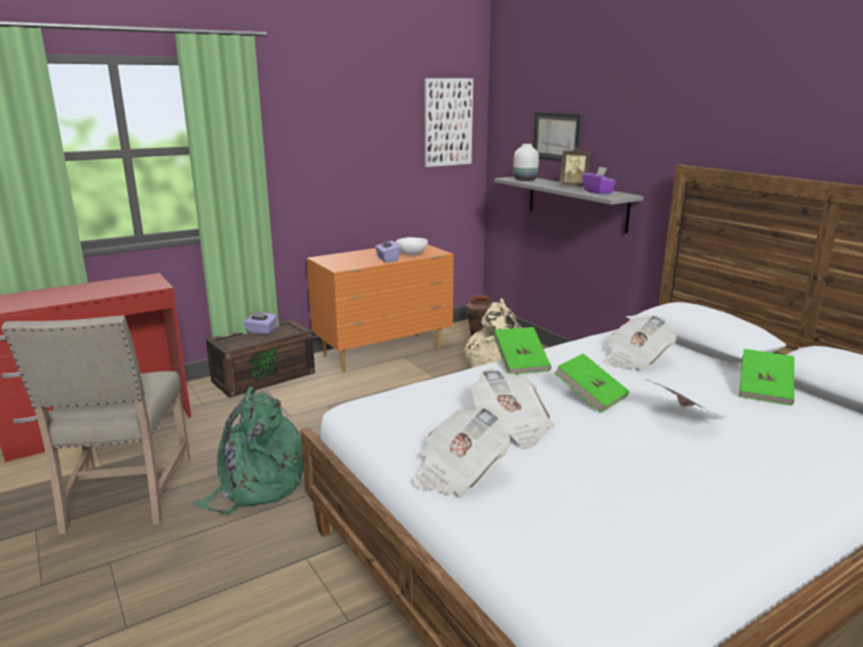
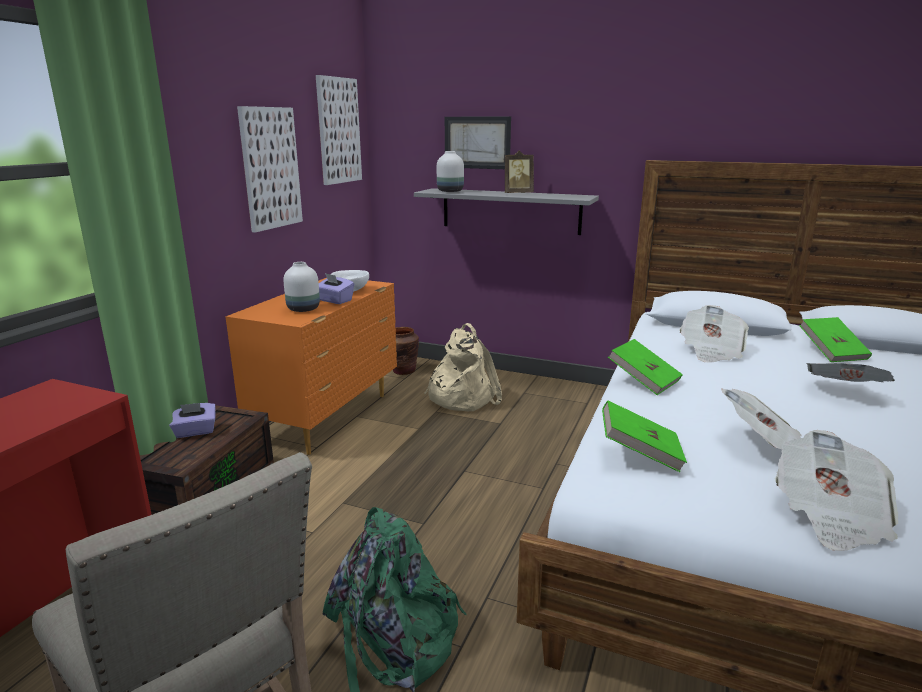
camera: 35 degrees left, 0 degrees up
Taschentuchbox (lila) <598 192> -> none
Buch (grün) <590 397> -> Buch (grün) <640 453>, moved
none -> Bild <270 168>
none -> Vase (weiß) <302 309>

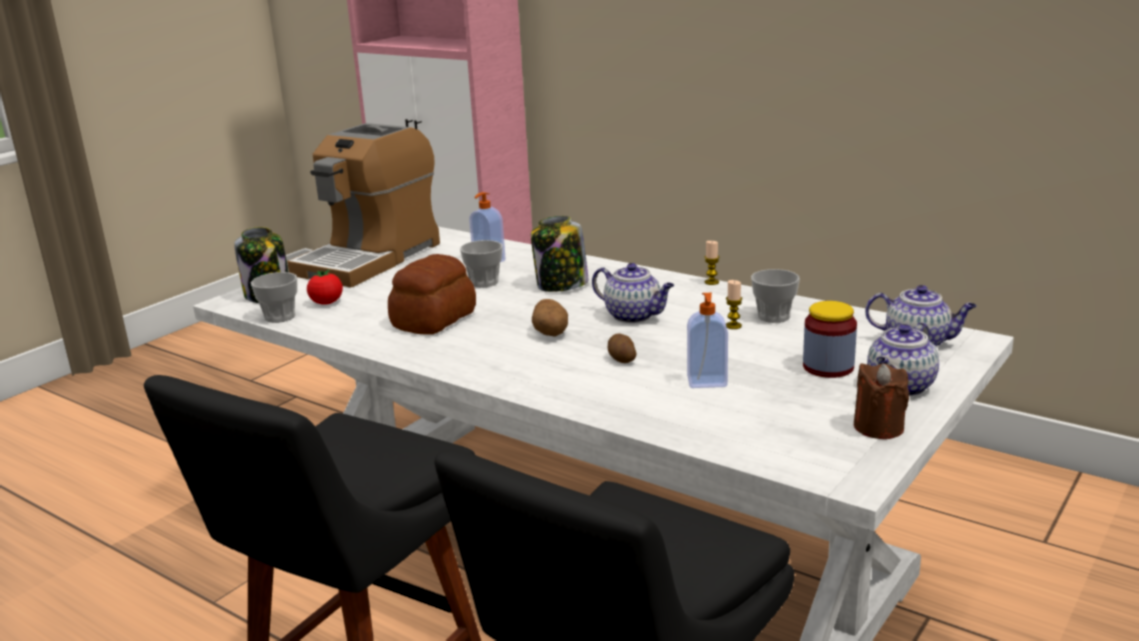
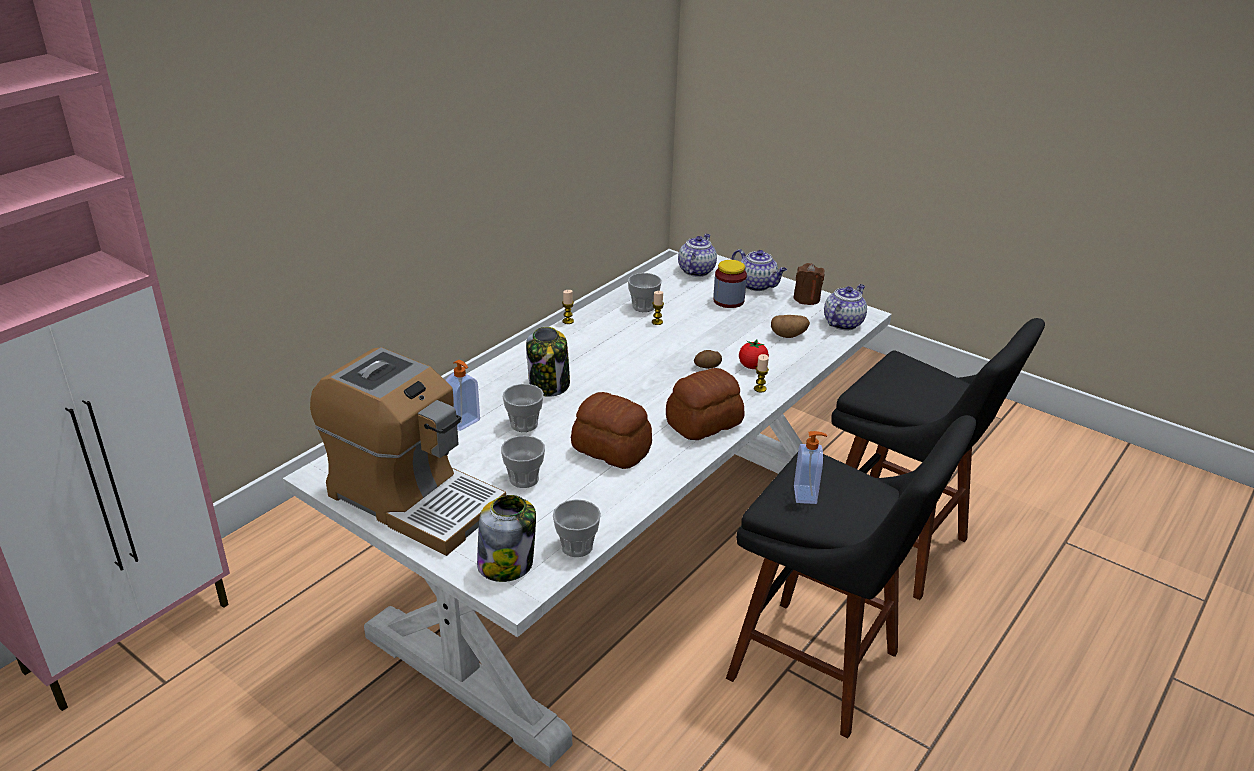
camera: 90 degrees left, 10 degrees up
Teekanne <634 316> -> Teekanne <843 323>, moved
Tomate <326 303> -> Tomate <752 366>, moved
Seifenspender <707 382> -> Seifenspender <806 494>, moved
Kartoffel <551 333> -> Kartoffel <788 335>, moved
none -> Kerze <760 389>
none -> Brot <702 423>
none -> Tasse <524 479>

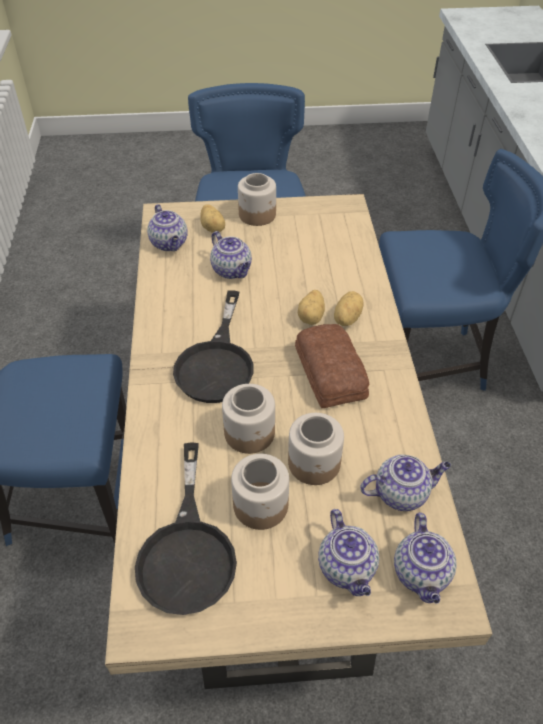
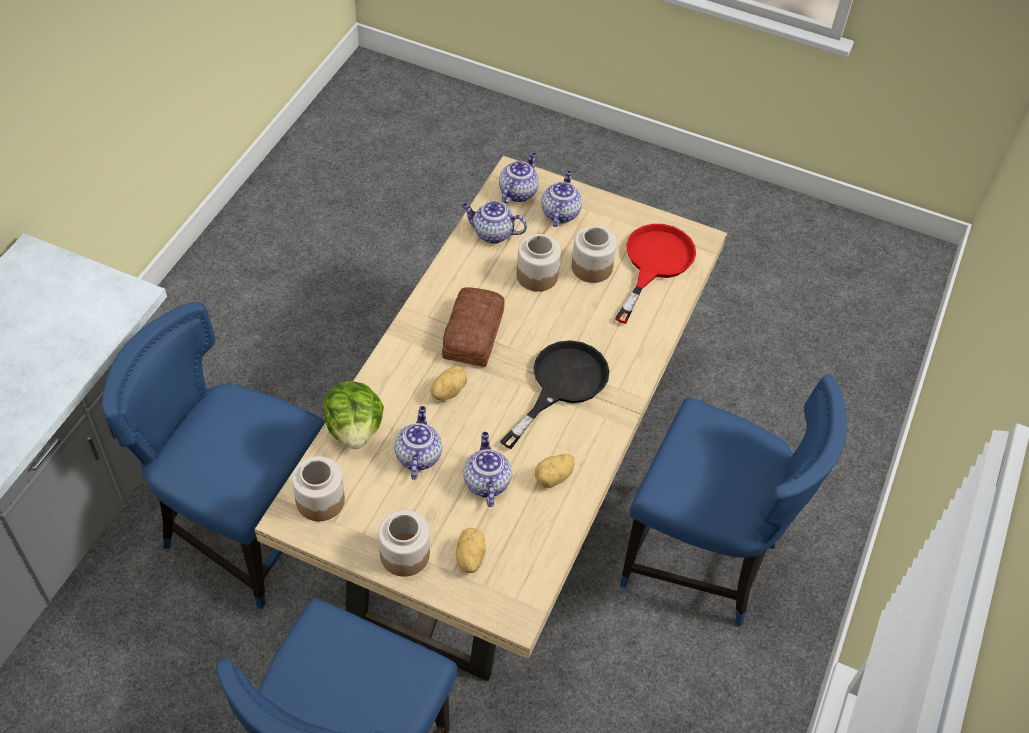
camera: 155 degrees left, 5 degrees up
Teekanne <170 244> -> Teekanne <418 455>, moved
Kartoffel <346 318> -> Kartoffel <554 478>, moved
Vorratsglas <250 433> -> Vorratsglas <320 500>, moved
Pfanne (schwarz) <188 550> -> Pfanne (rot) <654 263>
none -> Salatkopf <355 429>

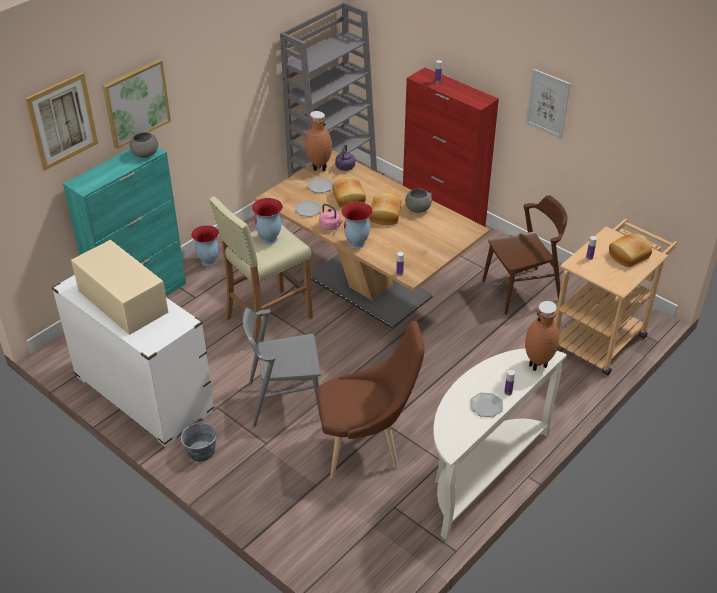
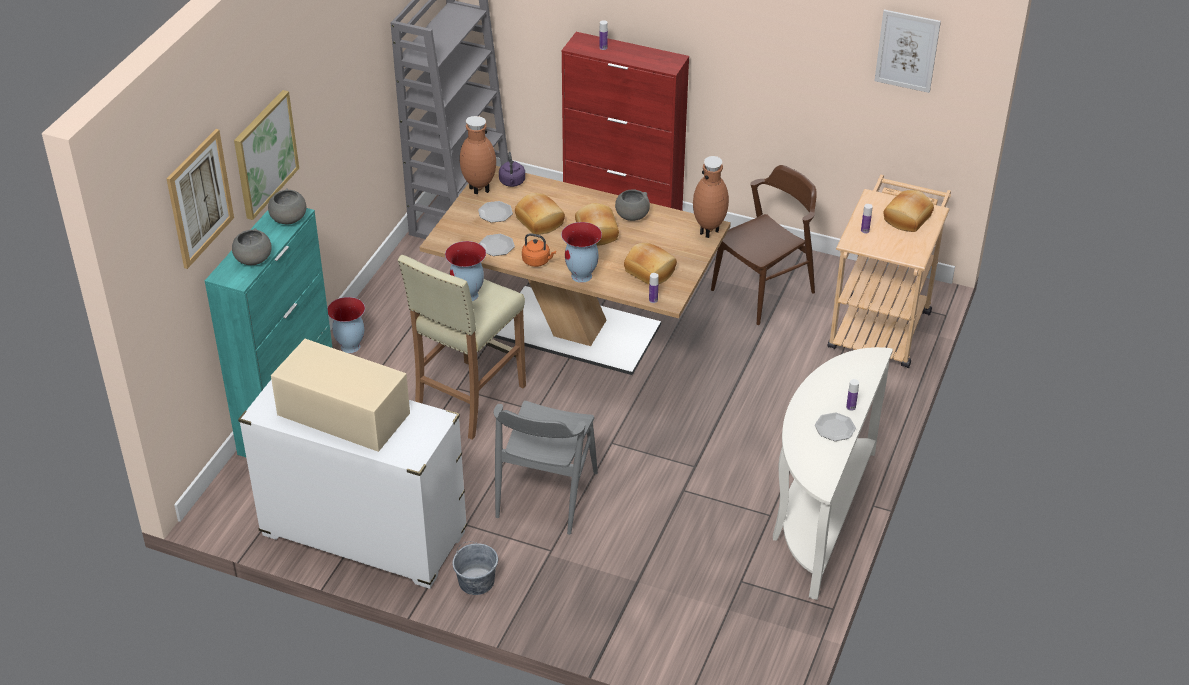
camera: 20 degrees left, 0 degrees up
Bild <547 103> -> Bild <907 50>, moved
Wasserkessel (rosa) <331 226> -> Wasserkessel (orange) <537 261>
Vase (braun) <538 365> -> Vase (braun) <709 231>, moved
Stuhl (grau) <285 400> -> Stuhl (grau) <546 494>, 45 degrees counterclockwise
Stuhl (braun) <366 447> -> none
none -> Schüssel (grau) <253 260>
none -> Brot <650 271>

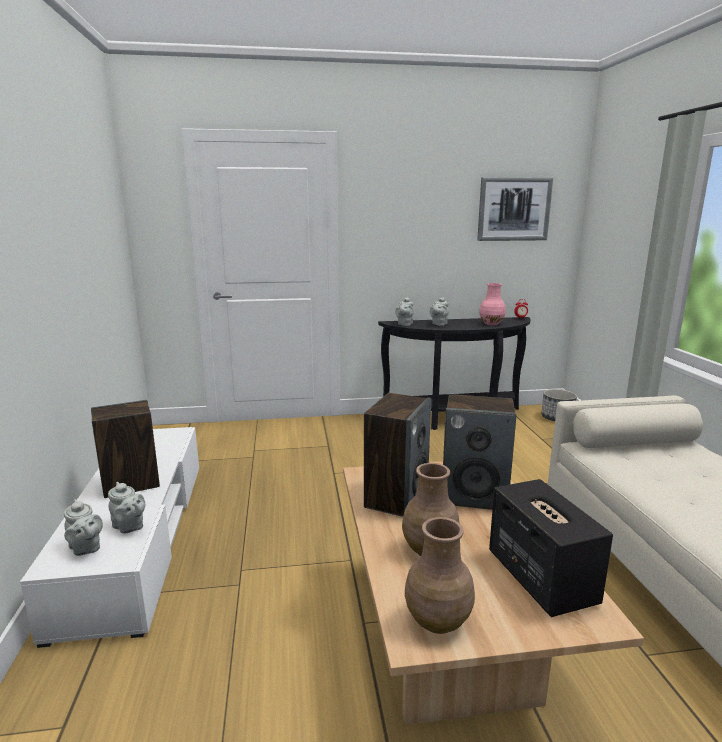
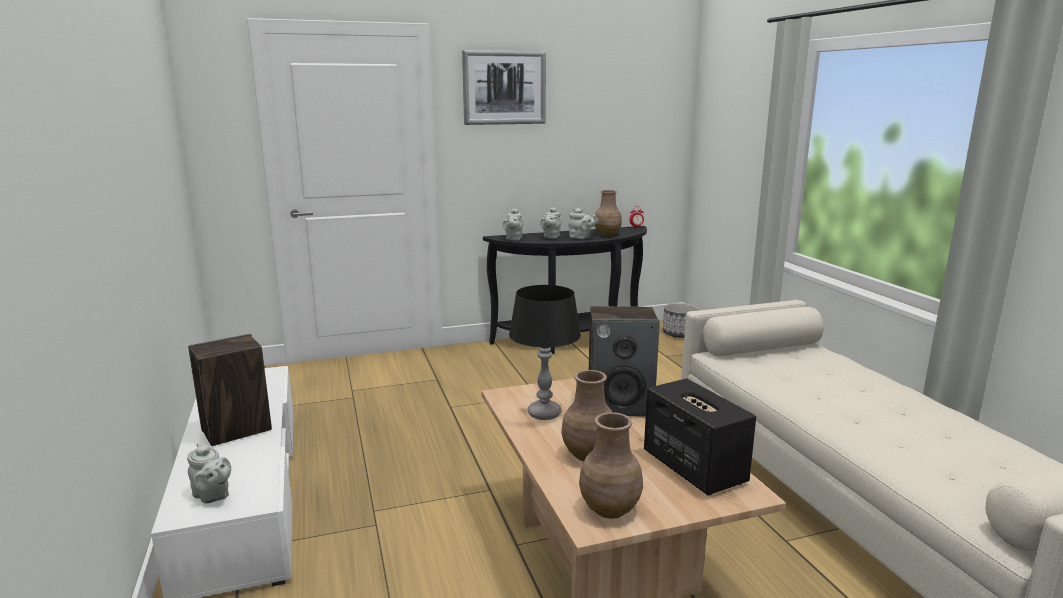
camera: 10 degrees left, 0 degrees up
Bild <514 209> -> Bild <504 88>, moved
Vase (rosa) <492 324> -> Vase (braun) <607 235>
Lautsprecher <396 497> -> Tischlampe (schwarz) <544 413>
Teekanne (grau) <129 527> -> Teekanne (grau) <581 238>, moved

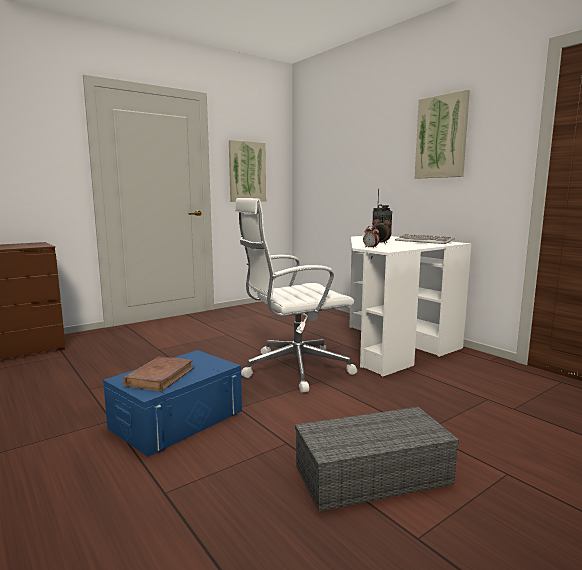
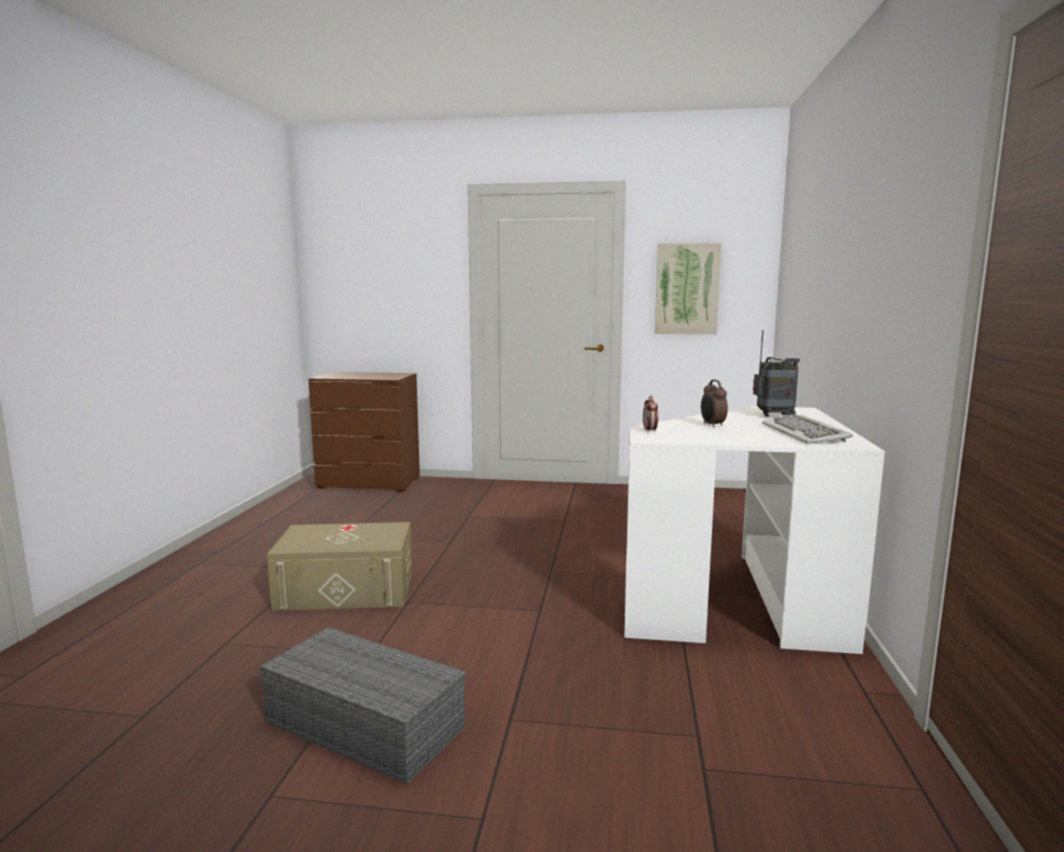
camera: 45 degrees right, 0 degrees up
Bild <441 137> -> none
Bürostuhl (weiß) <293 369> -> none
Aufbewahrungsbox (blau) <177 419> -> Aufbewahrungsbox (beige) <346 590>
Buch (braun) <160 377> -> none

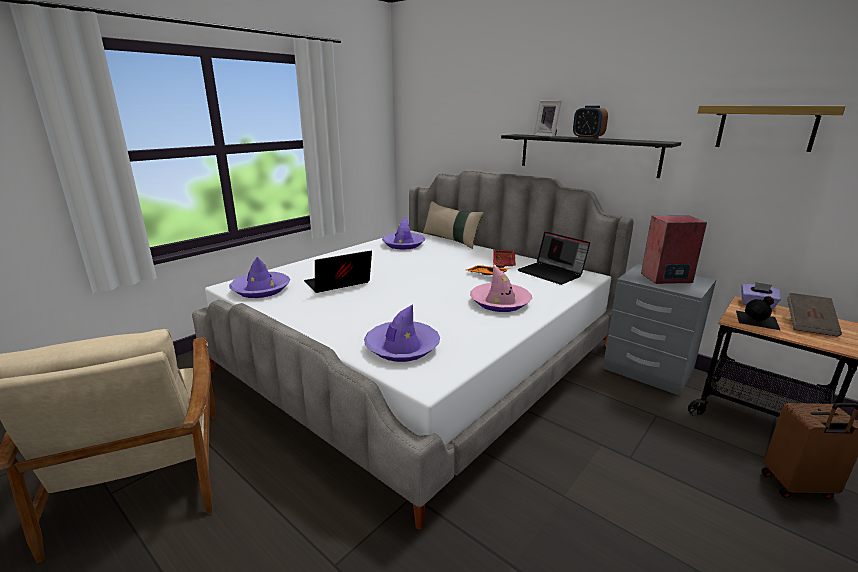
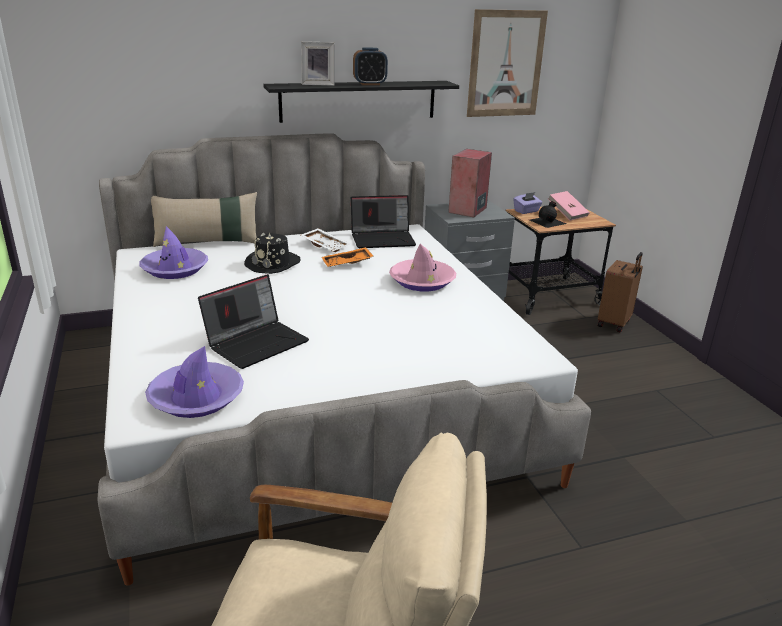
camera: 60 degrees left, 5 degrees up
Wandregal <766 127> -> Bild <505 64>
Tablett (rot) <504 262> -> Tablett (weiß) <326 245>
Laptop <337 284> -> Laptop <257 342>, 135 degrees counterclockwise
Buch (braun) <809 325> -> Buch (rosa) <567 214>
Hut (lila) <402 347> -> none
none -> Hut (schwarz) <273 263>

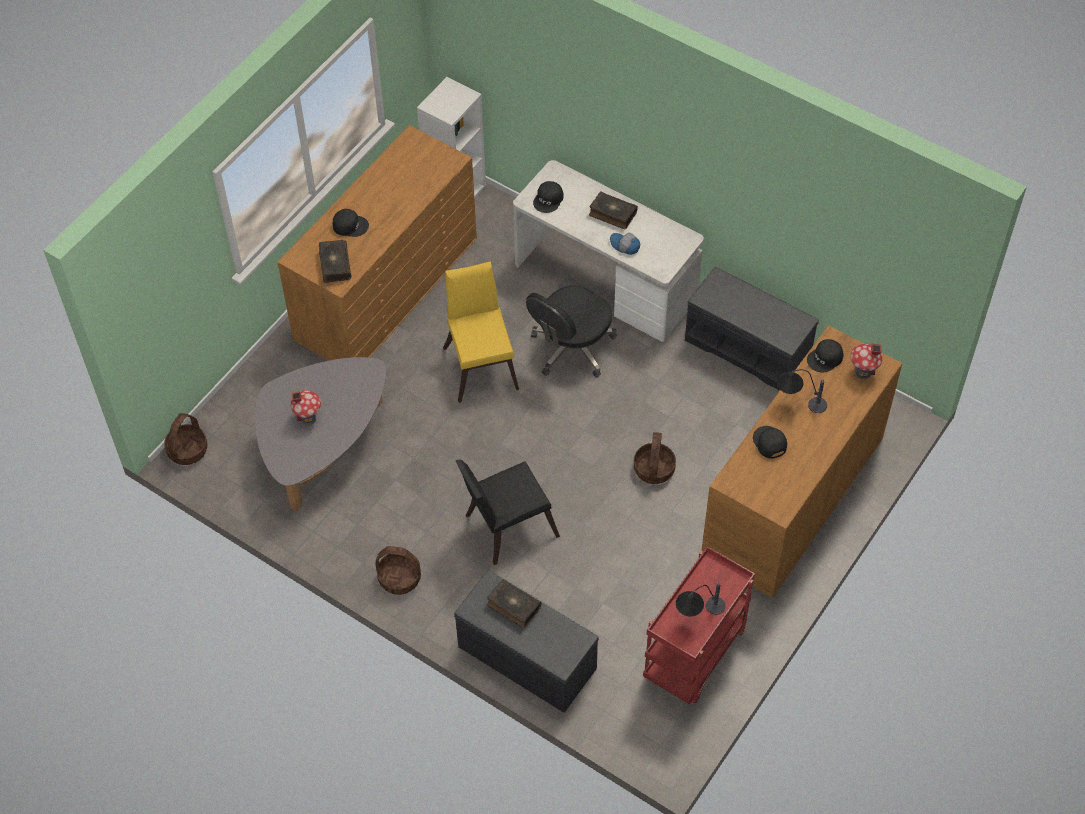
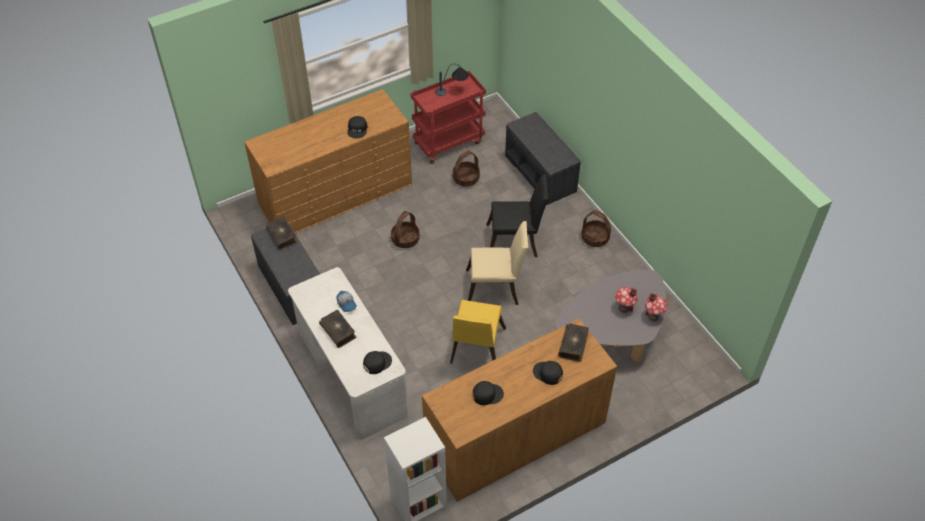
camera: 155 degrees left, 5 degrees down
Bürostuhl (schwarz) <571 348> -> none
Kappe (schwarz) <825 358> -> Kappe (schwarz) <487 394>, moved
Spielzeughaus <863 372> -> Spielzeughaus <653 316>, moved
Tischlampe <798 403> -> none
Korb <187 449> -> Korb <466 178>, moved
Buch <513 606> -> Buch <282 236>, moved
none -> Stuhl (beige) <496 288>

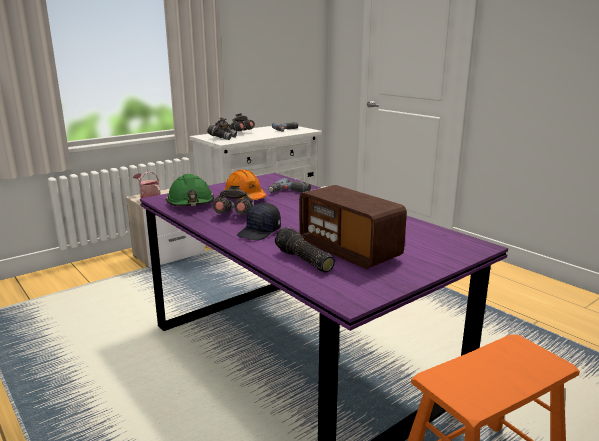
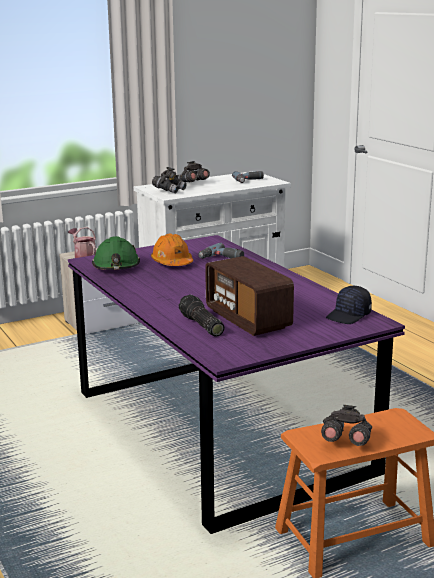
camera: 10 degrees right, 0 degrees up
Fernglas (grau) <234 215> -> Fernglas (grau) <346 442>, moved
Kappe (schwarz) <259 232> -> Kappe (schwarz) <349 316>, moved

